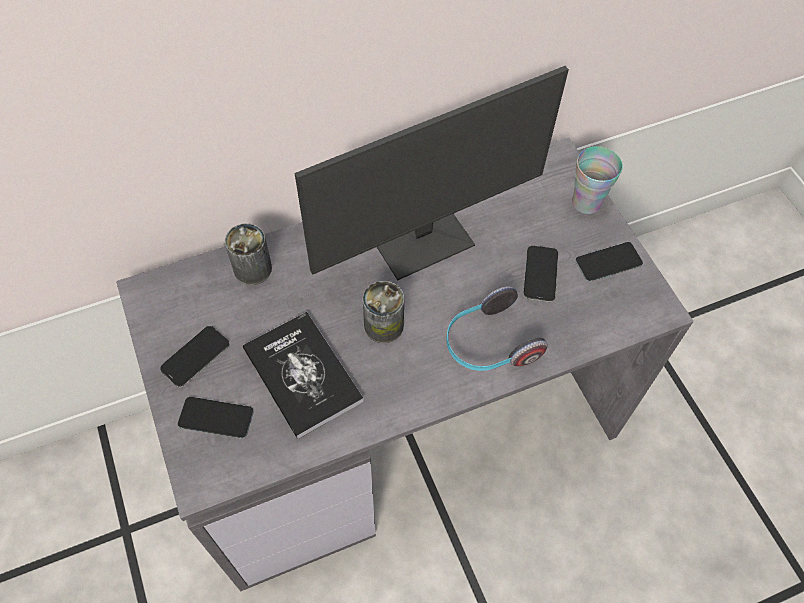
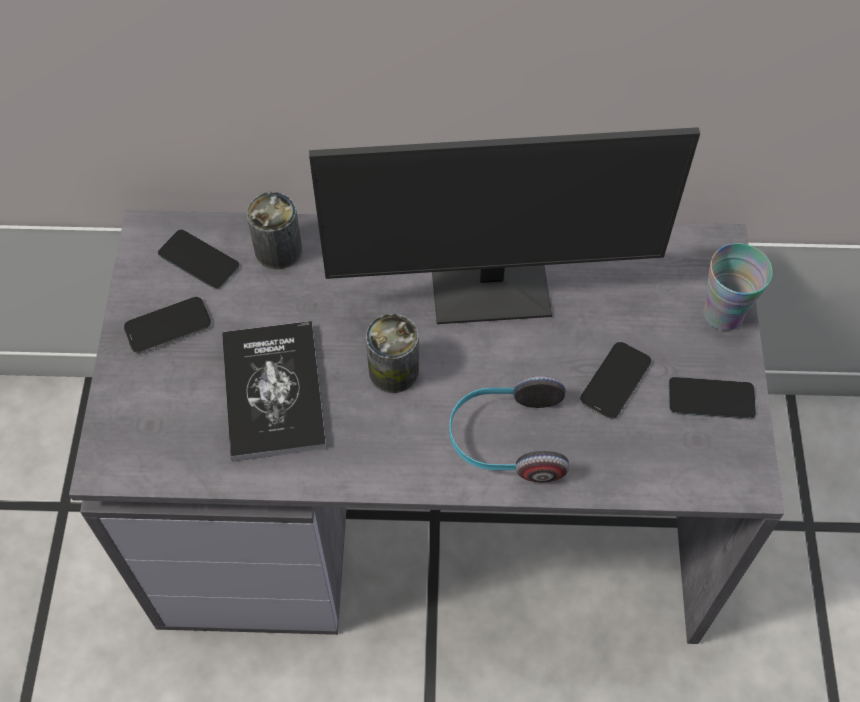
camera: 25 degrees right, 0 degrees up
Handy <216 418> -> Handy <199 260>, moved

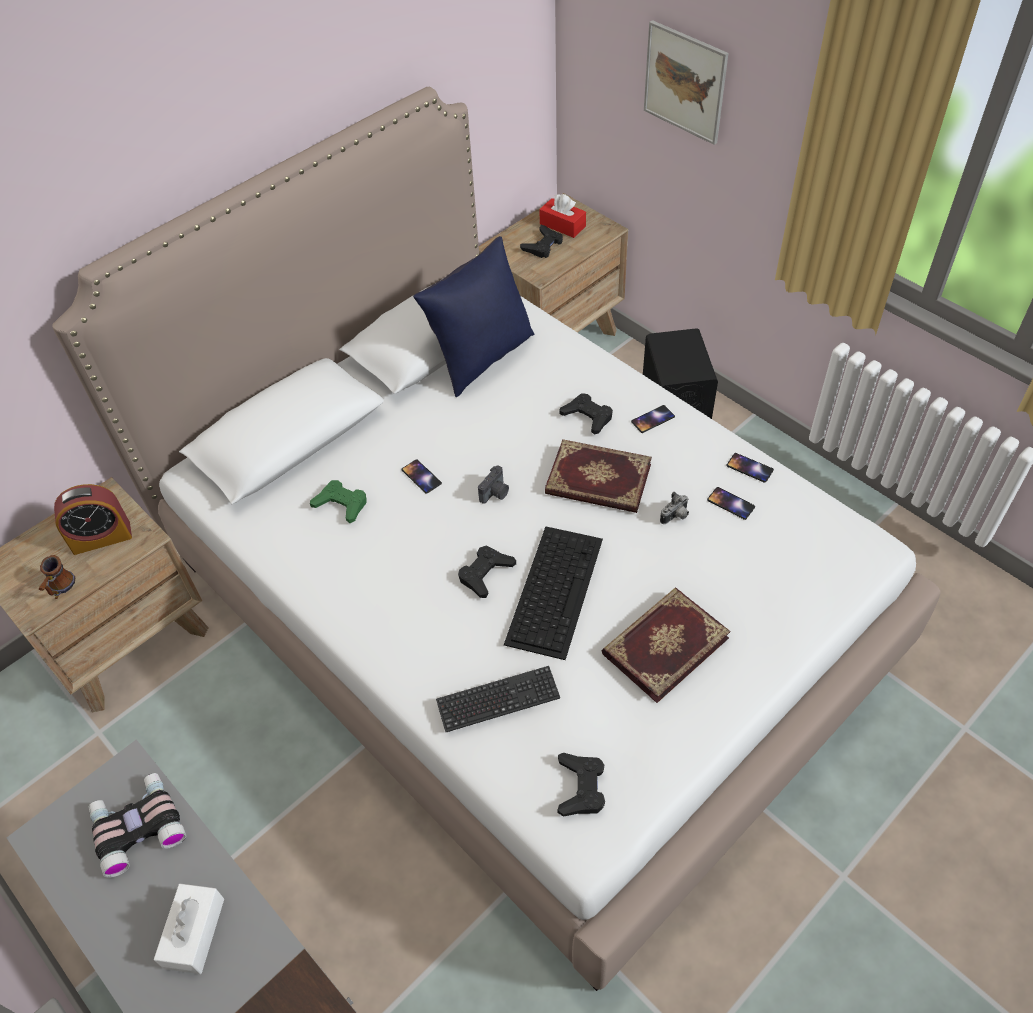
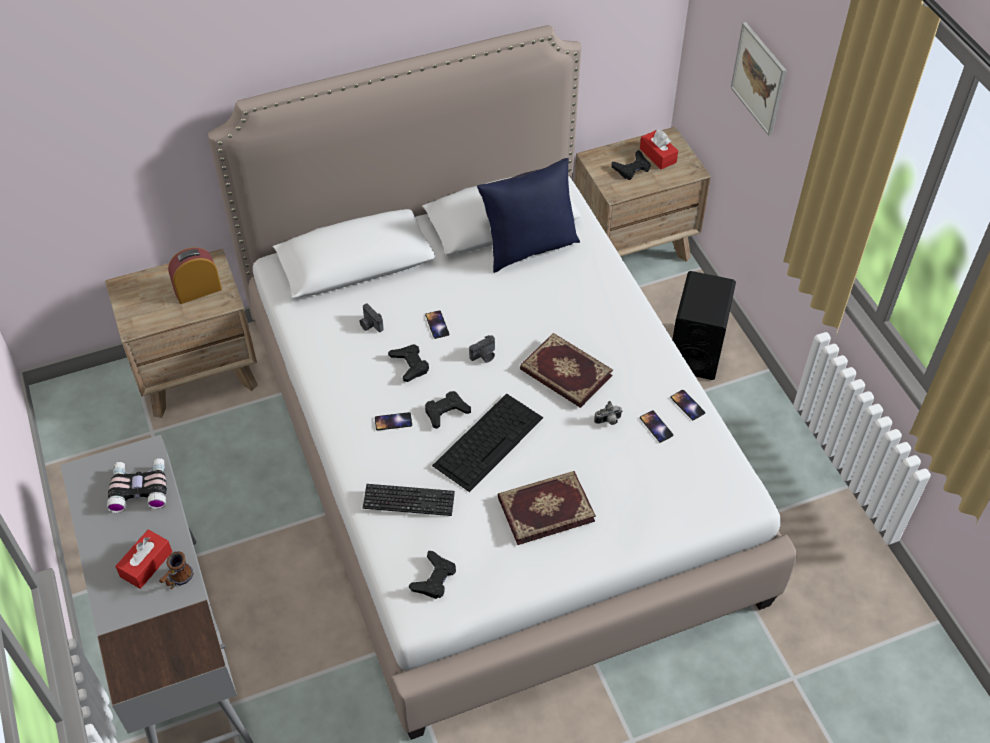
camera: 20 degrees right, 0 degrees up
Gamepad (schwarz) <587 416> -> Gamepad (schwarz) <410 365>, moved
Handy <653 419> -> Handy <393 421>, moved
Gamepad (grün) <341 504> -> Kamera <370 325>
Wecker <101 537> -> Wecker <198 290>, 150 degrees clockwise
Henkelbecher <60 589> -> Henkelbecher <177 580>, moved
Taschentuchbox (weiß) <194 933> -> Taschentuchbox (rot) <146 564>

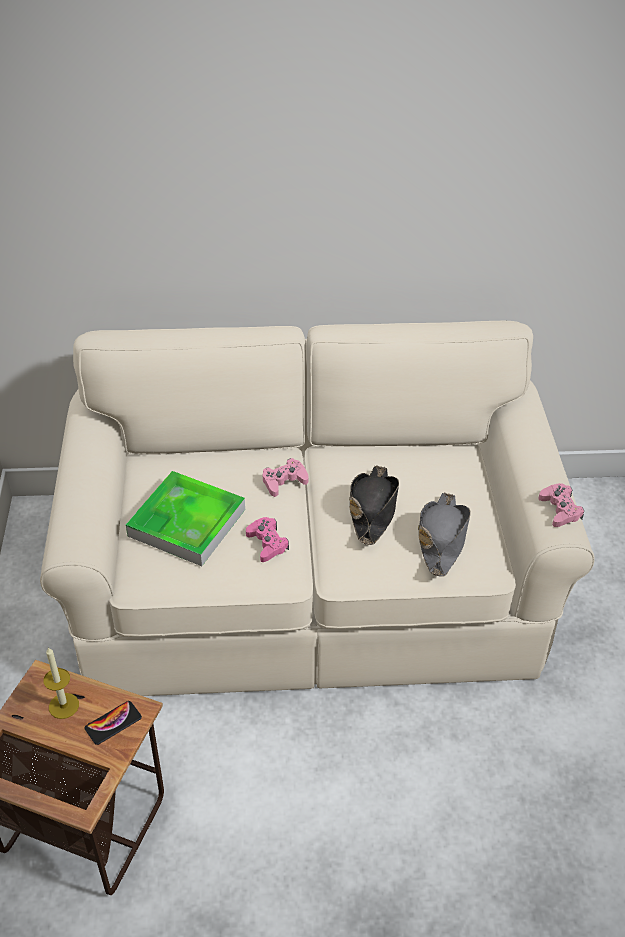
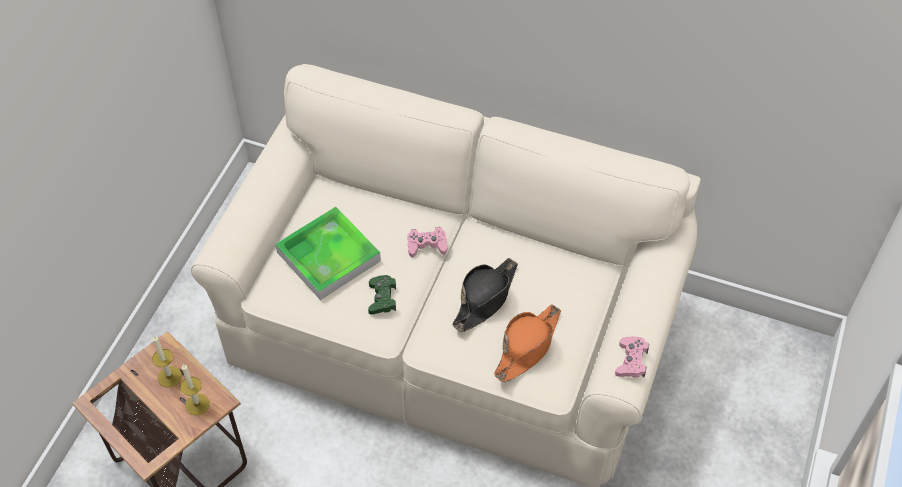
camera: 25 degrees right, 10 degrees up
Hut (grau) <441 538> -> Hut (orange) <527 346>
Gamepad (rosa) <267 543> -> Gamepad (grün) <382 298>
Handy <113 723> -> Kerze <197 404>

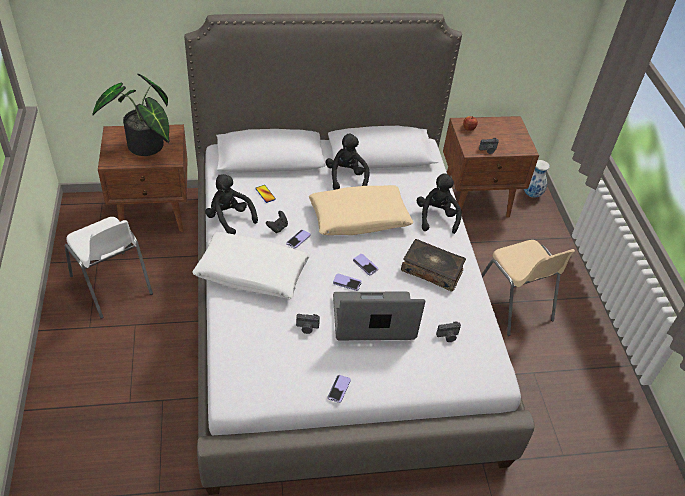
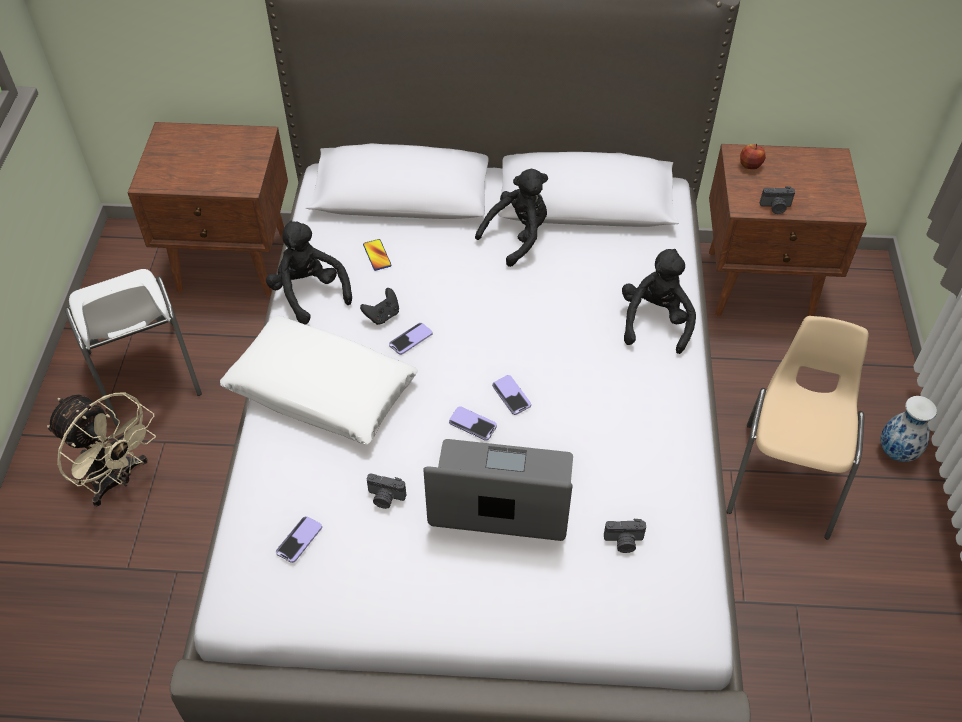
camera: 15 degrees right, 5 degrees up
Topfpflanze <145 148> -> none
Plüschtier (schwarz) <346 177> -> Plüschtier (schwarz) <517 236>, 45 degrees clockwise
Vase <532 194> -> Vase <897 452>, moved
Kissen (beige) <359 218> -> none
Buch <432 270> -> none
Stuhl (beige) <513 305> -> Stuhl (beige) <785 478>, 150 degrees counterclockwise
Handy <339 389> -> Handy <299 540>, moved
none -> Ventilator (beige) <118 479>

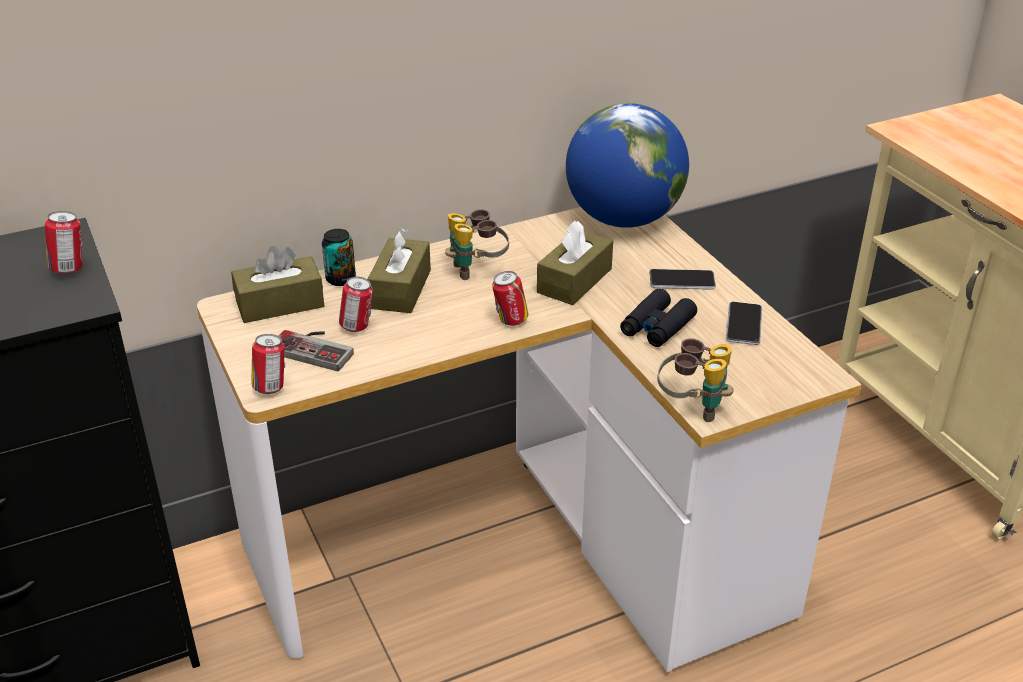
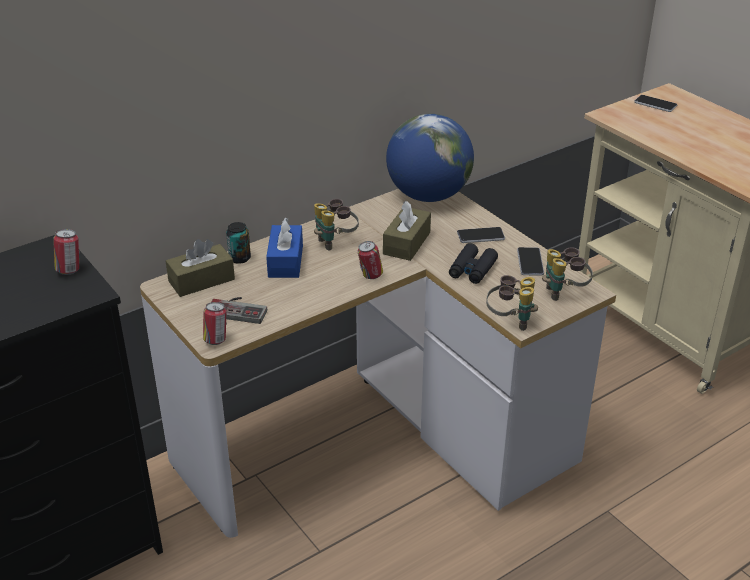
camera: 10 degrees left, 0 degrees up
Taschentuchbox (braun) <400 289> -> Taschentuchbox (blau) <285 261>
Dose <357 327> -> none
none -> Handy <655 104>
none -> Fernglas <564 292>

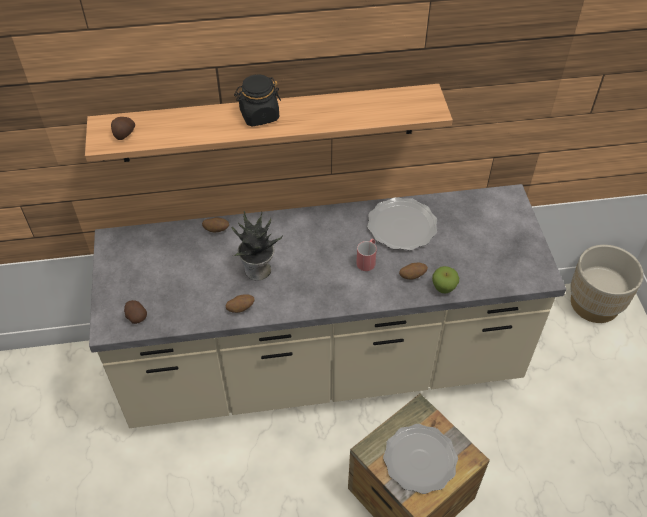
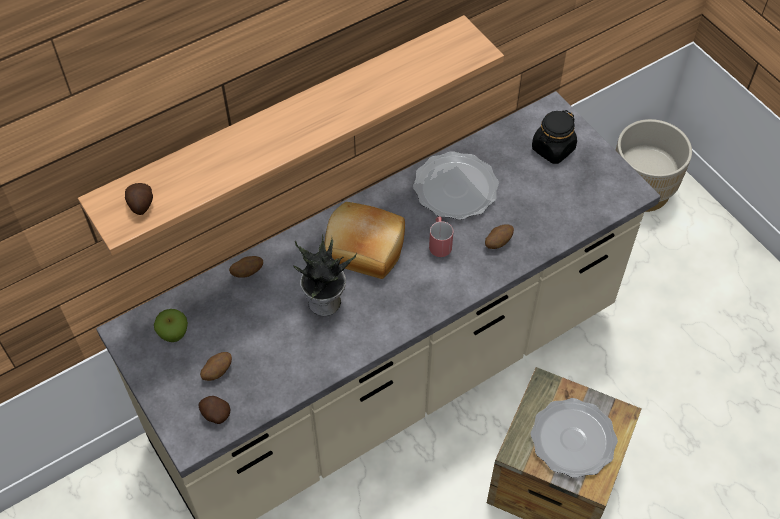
camera: 25 degrees left, 5 degrees up
Vorratsglas (schwarz) <259 115> -> Vorratsglas (schwarz) <553 149>, moved
Apfel <443 288> -> Apfel <174 334>, moved
Kartoffel <240 308> -> Kartoffel <217 371>, moved
none -> Brot <364 250>

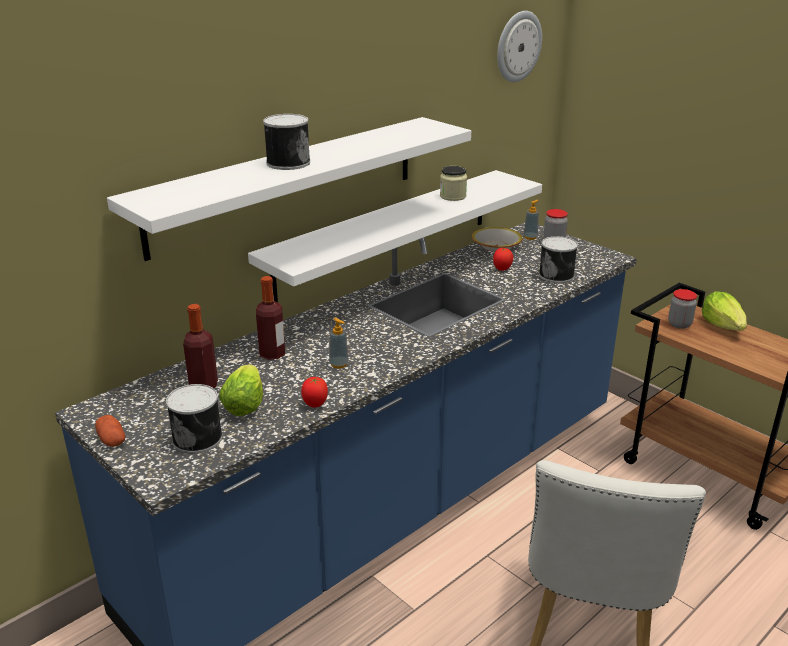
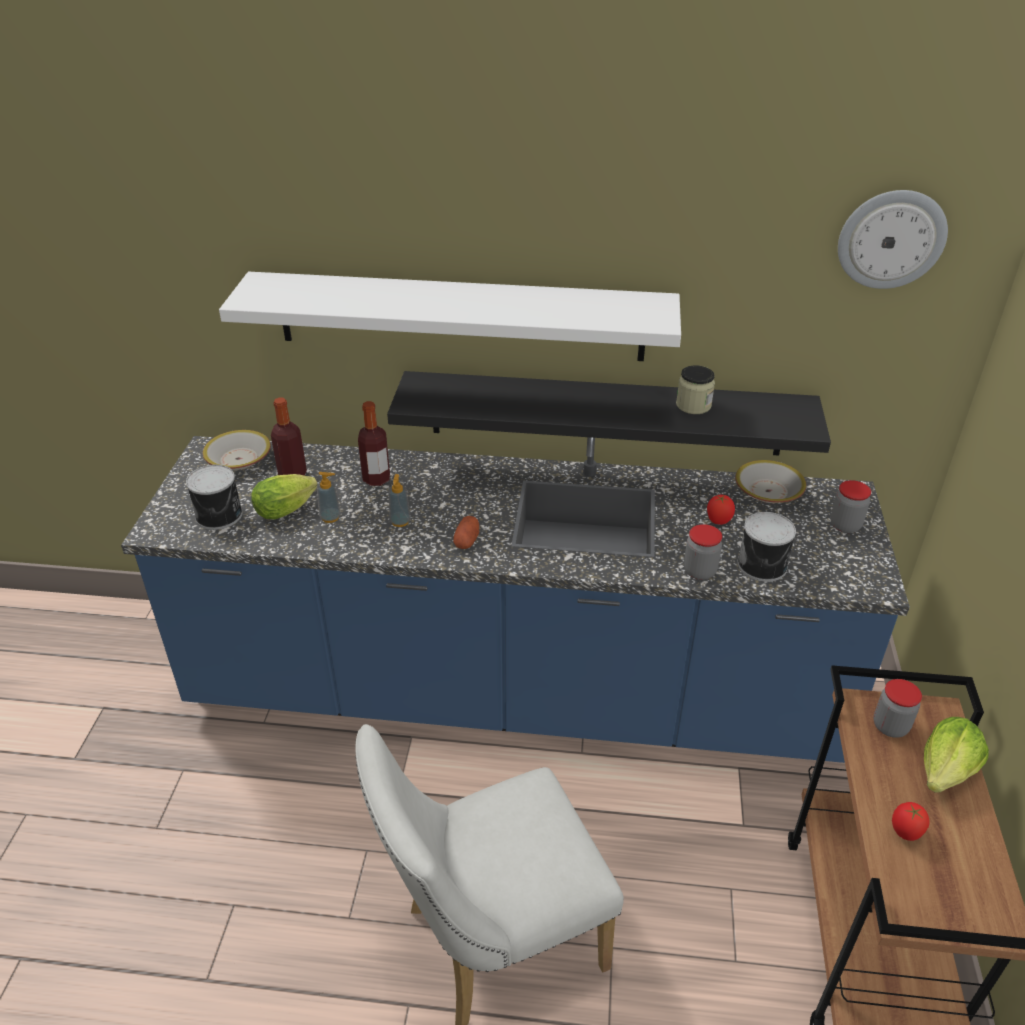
camera: 50 degrees right, 10 degrees up
Dose <287 162> -> none
Wandregal (weiß) <386 233> -> Wandregal (schwarz) <605 413>
Seifenspender <530 237> -> Seifenspender <330 517>, moved
Tomate <315 405> -> Tomate <904 833>, moved
Kartoffel <112 440> -> Kartoffel <467 541>, moved
none -> Schüssel <238 459>
none -> Vorratsglas <699 571>

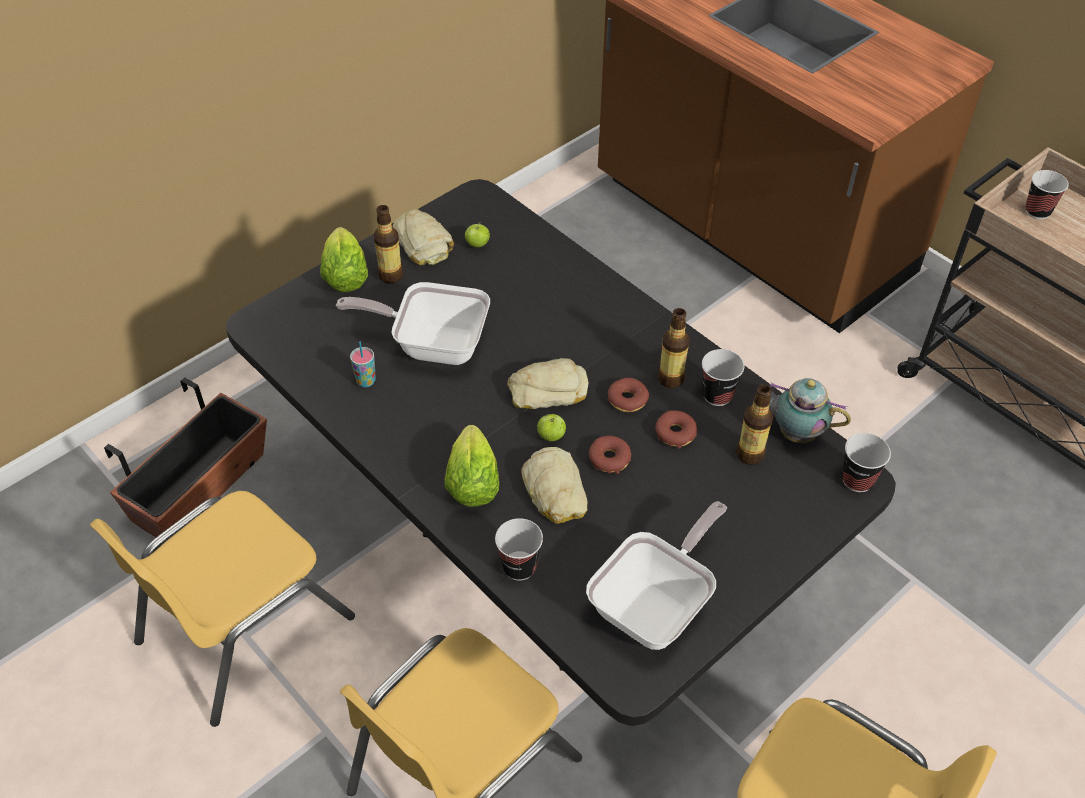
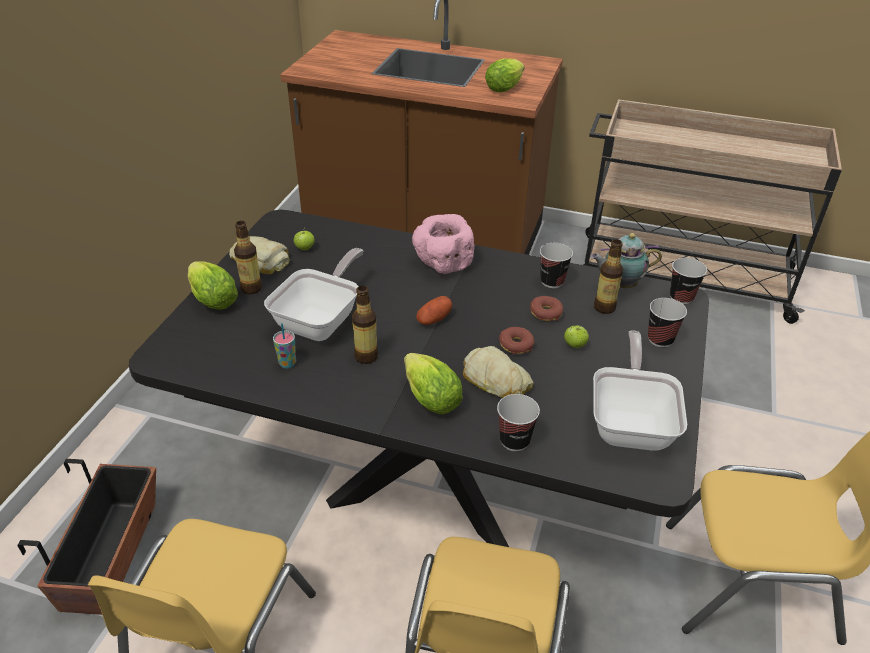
camera: 30 degrees left, 10 degrees down
Tasse <1037 211> -> Tasse <660 339>, moved
Pfanne <432 344> -> Pfanne <322 320>, 135 degrees clockwise
Flasche <671 379> -> Flasche <366 356>, moved
Brot <547 390> -> Kartoffel <434 319>
Donut <627 400> -> none
Apfel <551 436> -> Apfel <574 345>, moved
none -> Salatkopf <505 88>
none -> Schüssel (rosa) <442 263>

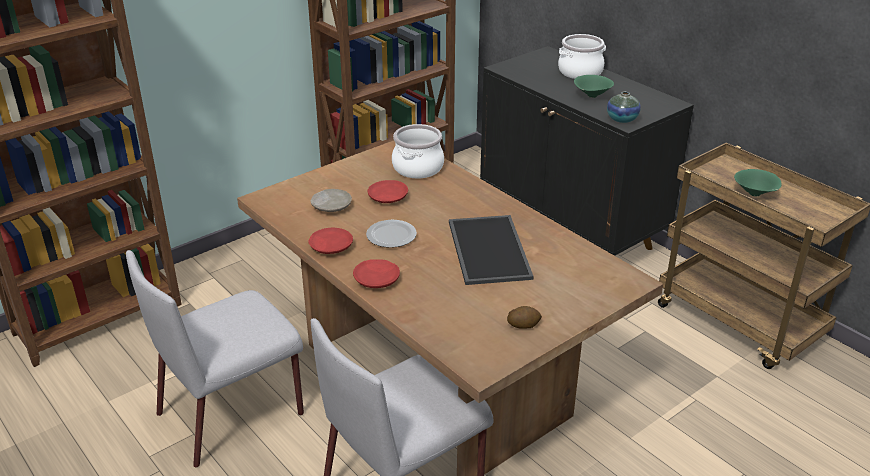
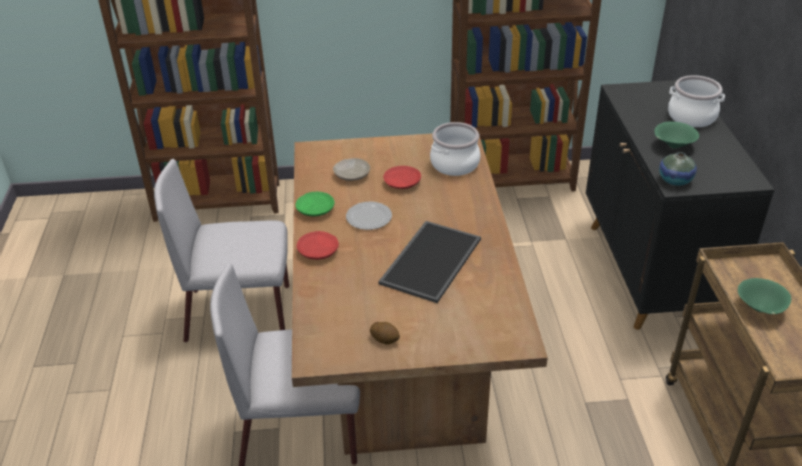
camera: 35 degrees right, 5 degrees up
Teller (rot) <331 247> -> Teller (grün) <315 209>

